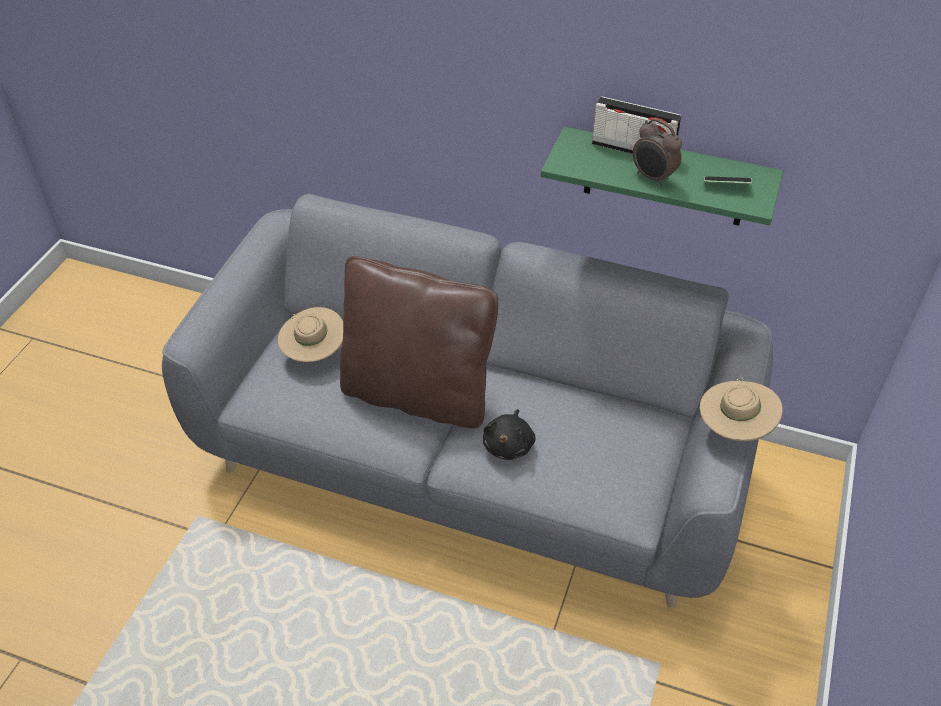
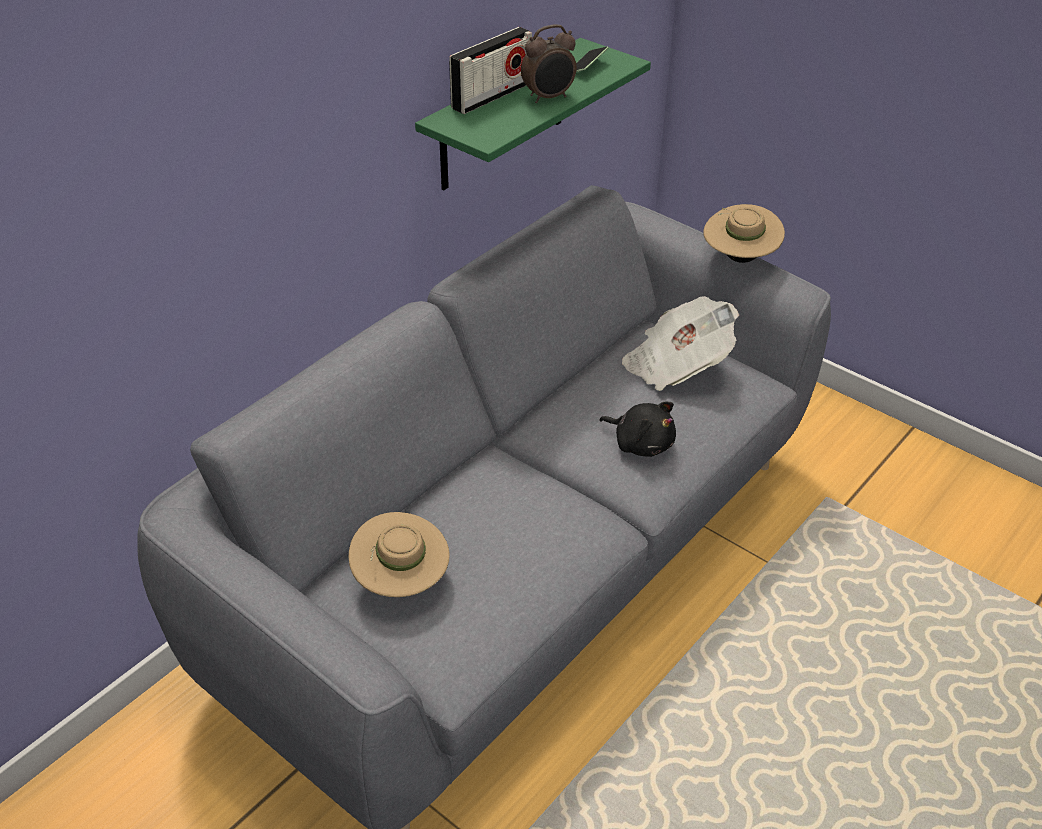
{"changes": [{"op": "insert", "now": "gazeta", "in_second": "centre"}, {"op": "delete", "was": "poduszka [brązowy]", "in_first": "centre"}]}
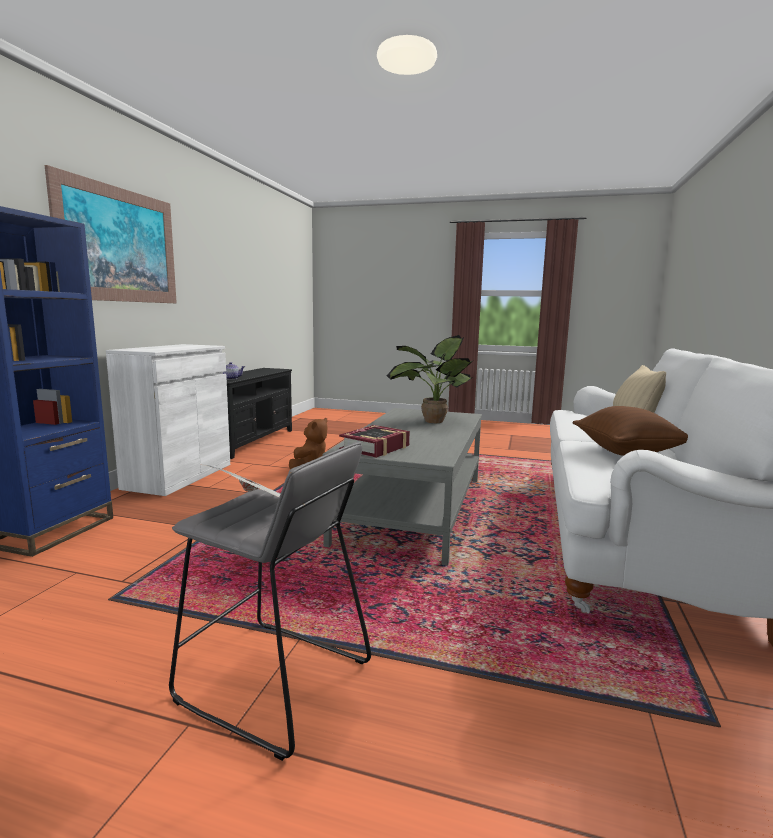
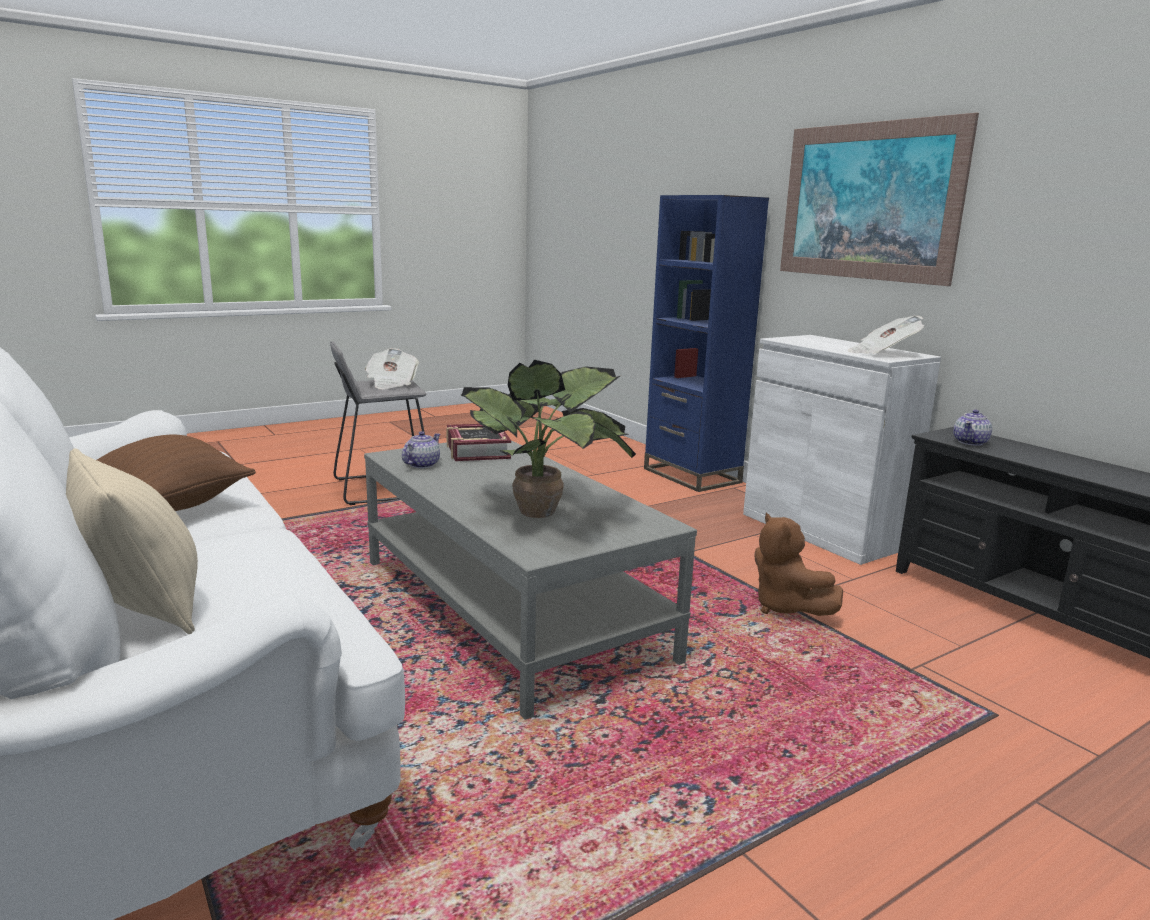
{"changes": [{"op": "insert", "now": "imbryk (1st from left)", "in_second": "centre"}, {"op": "insert", "now": "gazeta (2nd from left)", "in_second": "middle right"}]}
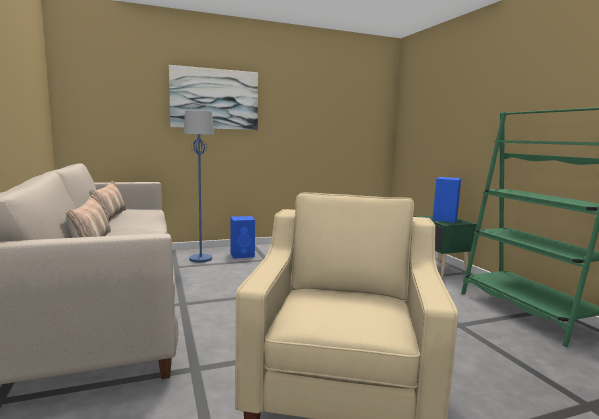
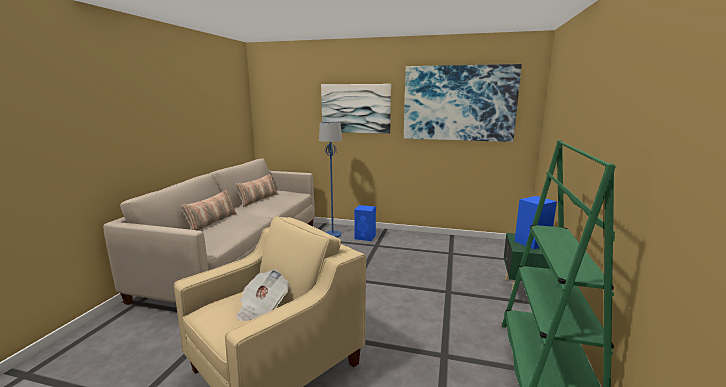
{"changes": [{"op": "insert", "now": "gazeta", "in_second": "bottom centre"}, {"op": "insert", "now": "obraz (2nd from left)", "in_second": "top centre"}]}
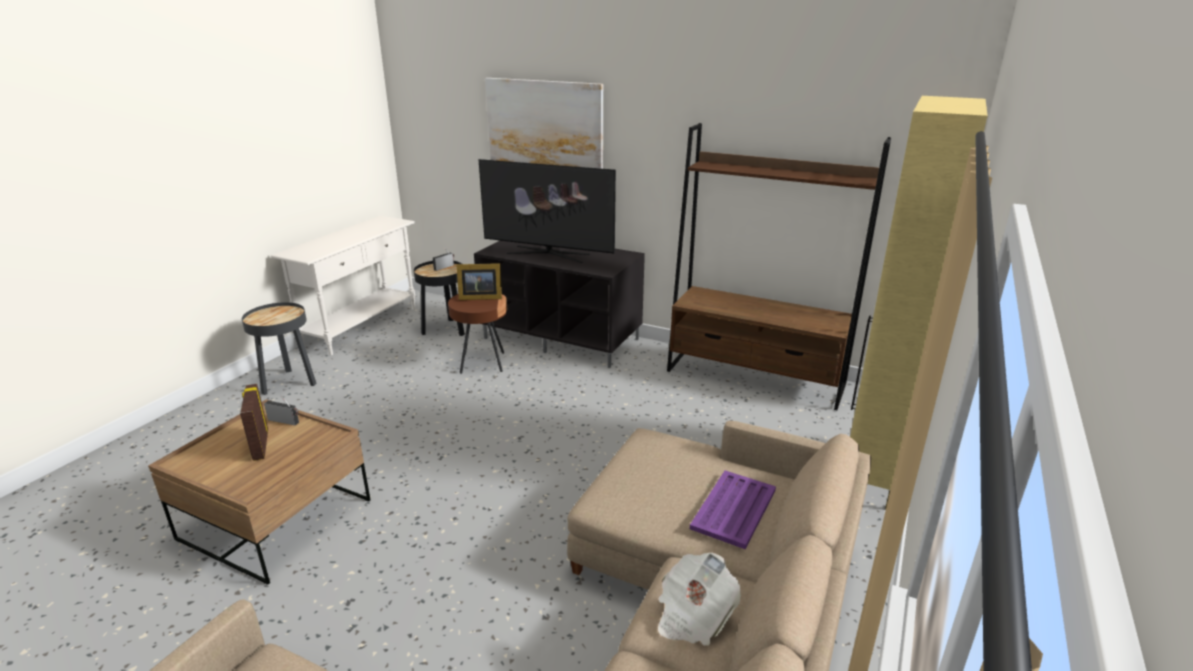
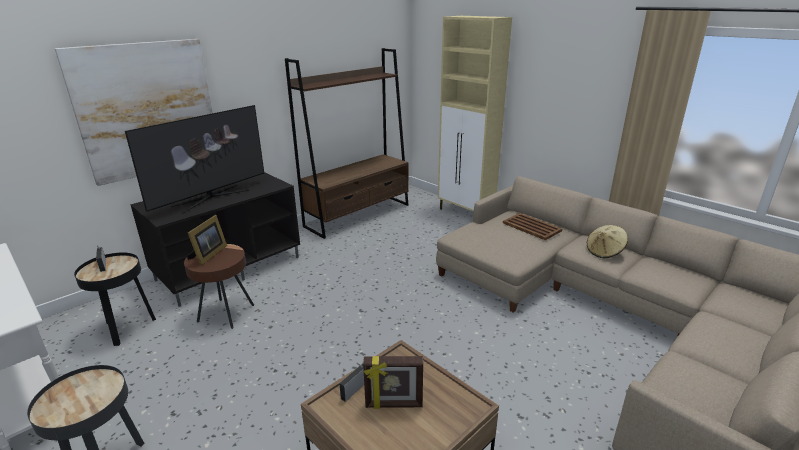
{"changes": [{"op": "recolor", "was": "taca [fioletowy]", "now": "taca [brązowy]", "in_first": "bottom centre", "in_second": "centre"}, {"op": "replace", "was": "gazeta", "now": "kapelusz [beżowy]", "in_first": "bottom centre", "in_second": "middle right"}]}
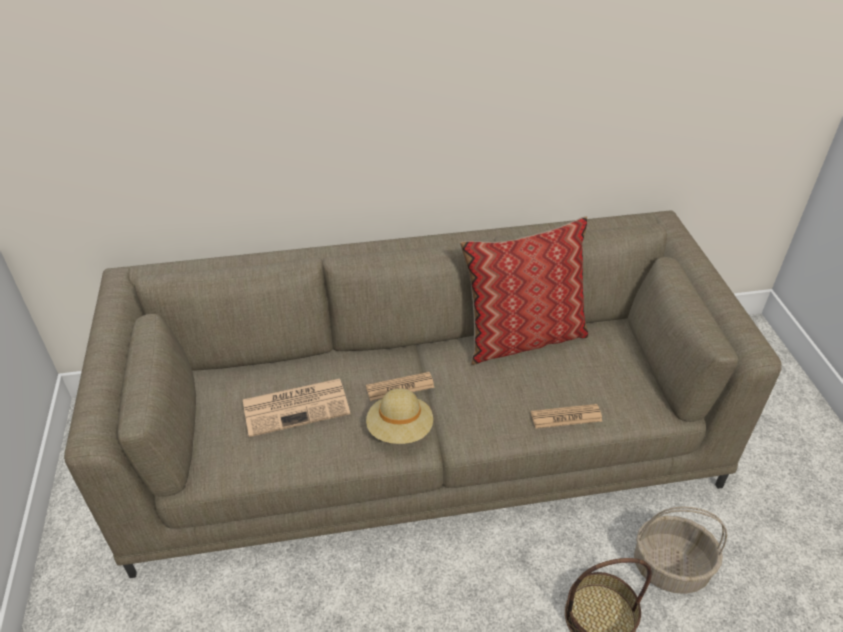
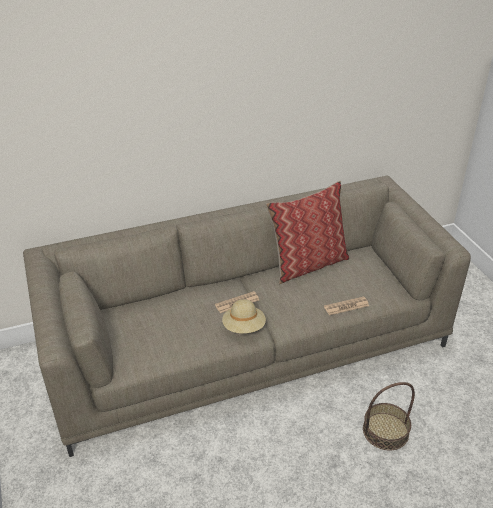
{"changes": [{"op": "delete", "was": "gazeta (1st from left)", "in_first": "centre"}, {"op": "delete", "was": "koszyk (2nd from left)", "in_first": "bottom right"}]}
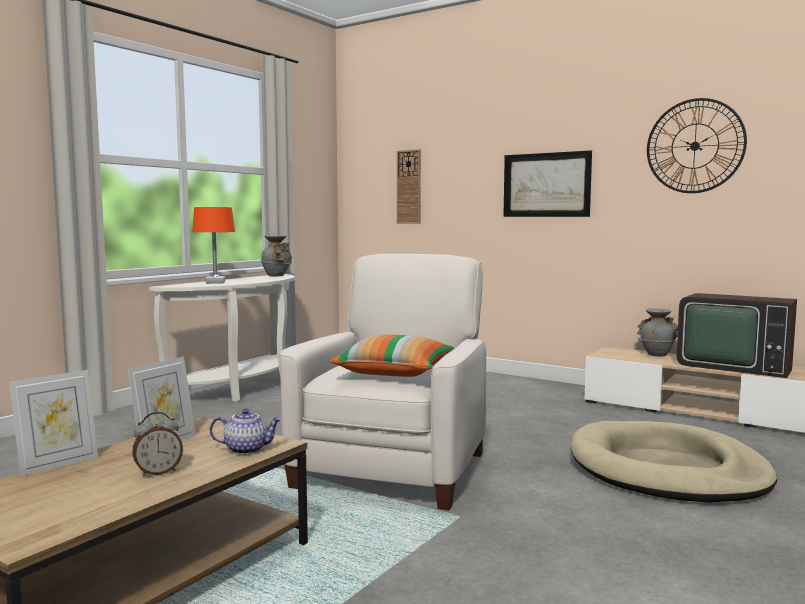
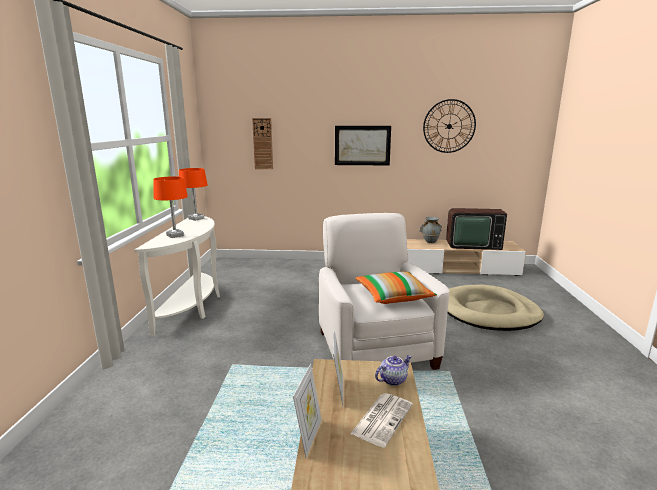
{"changes": [{"op": "replace", "was": "wazon [szary] (1st from left)", "now": "lampa stołowa [pomarańczowy] (2nd from left)", "in_first": "centre", "in_second": "middle left"}, {"op": "replace", "was": "budzik", "now": "gazeta", "in_first": "bottom left", "in_second": "bottom centre"}]}
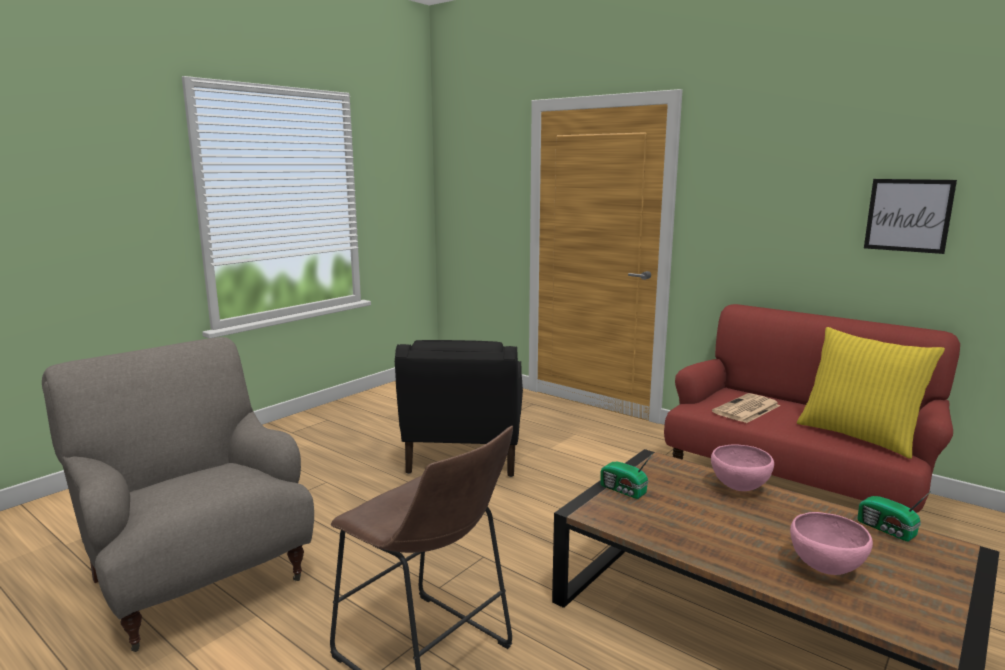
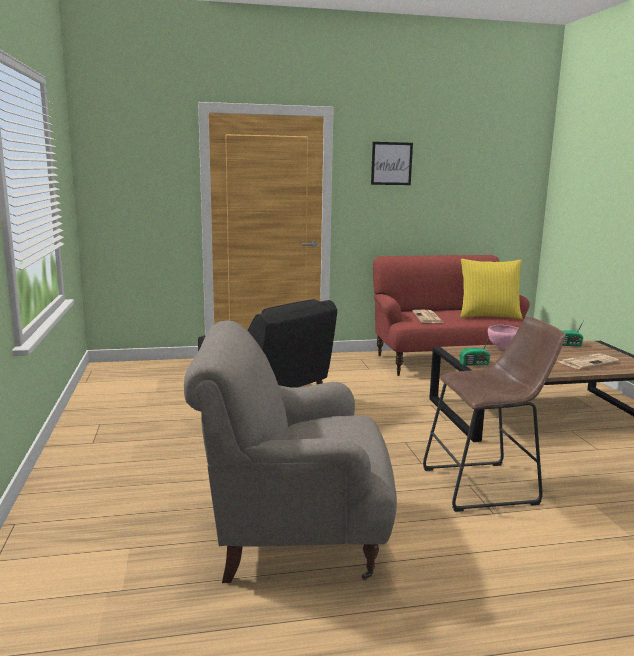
{"changes": [{"op": "move", "was": "obraz", "in_first": "top right", "in_second": "top centre"}, {"op": "replace", "was": "miska [różowy] (2nd from left)", "now": "gazeta (2nd from left)", "in_first": "bottom right", "in_second": "middle right"}]}
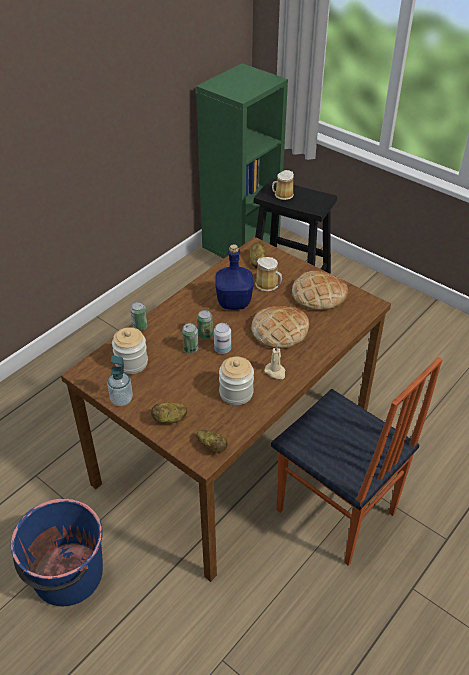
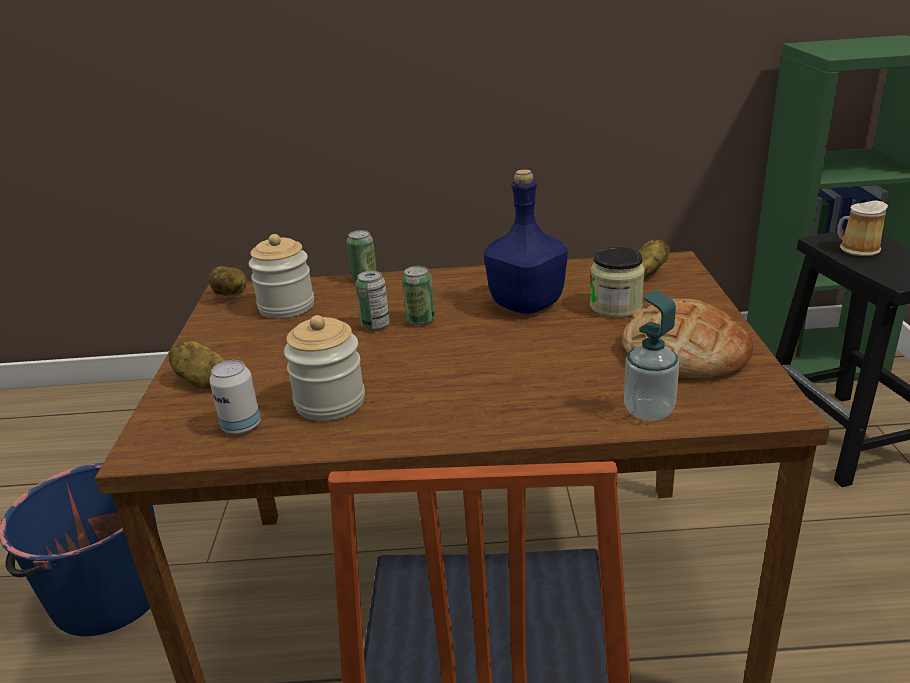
{"changes": [{"op": "move", "was": "ziemniak (2nd from left)", "in_first": "centre", "in_second": "middle left"}, {"op": "move", "was": "puszka (4th from left in the first image)", "now": "puszka (1st from left)", "in_first": "centre", "in_second": "middle left"}, {"op": "replace", "was": "kubek (1st from left)", "now": "słoik (3rd from left)", "in_first": "centre", "in_second": "middle right"}, {"op": "move", "was": "dozownik mydła", "in_first": "middle left", "in_second": "middle right"}, {"op": "delete", "was": "chleb (1st from left)", "in_first": "centre"}, {"op": "delete", "was": "świeca [beżowy]", "in_first": "centre"}]}
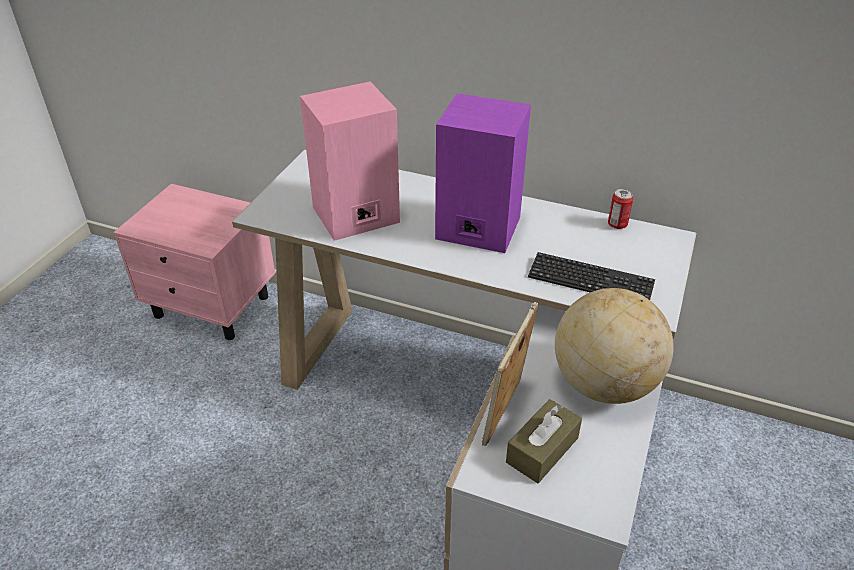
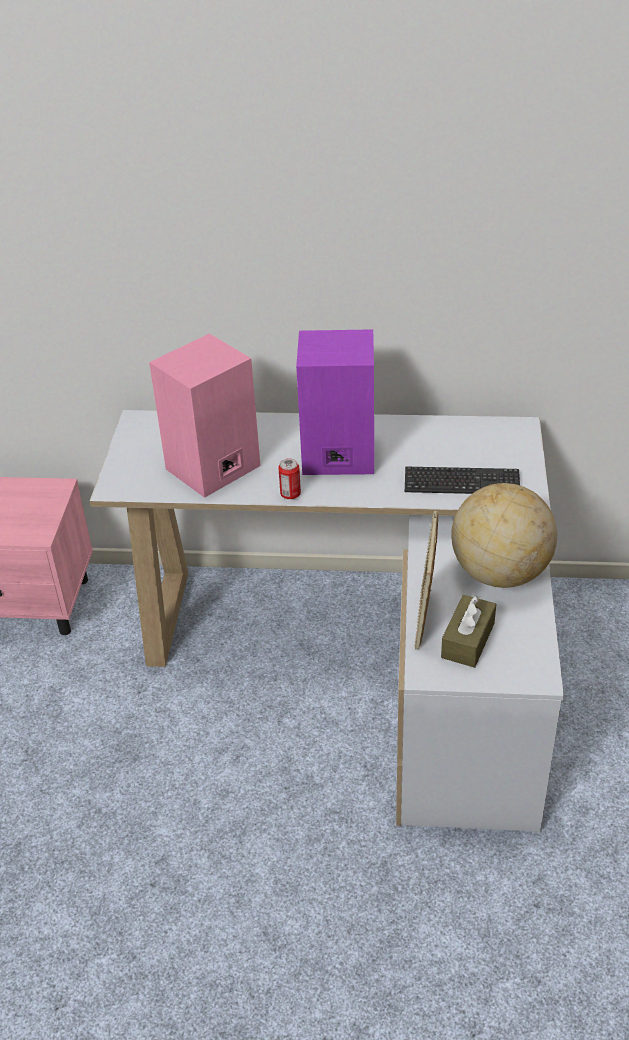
{"changes": [{"op": "move", "was": "puszka", "in_first": "middle right", "in_second": "centre"}]}
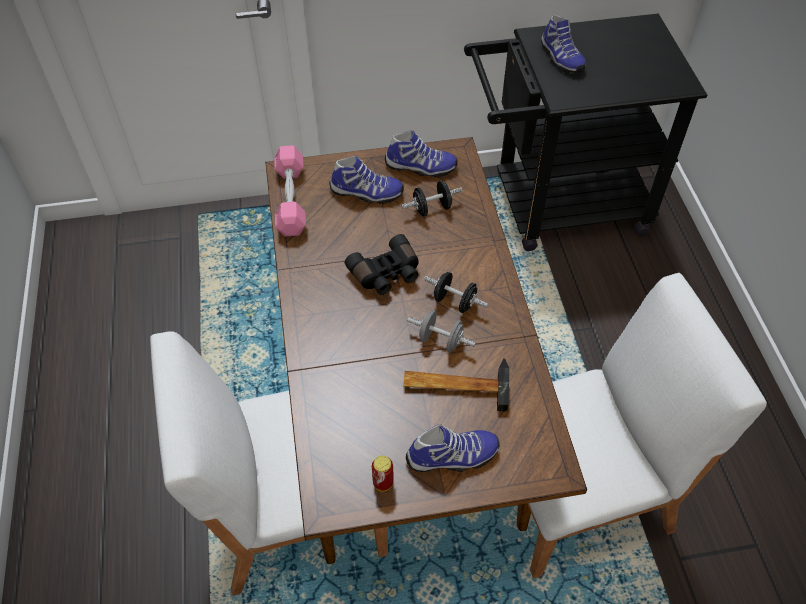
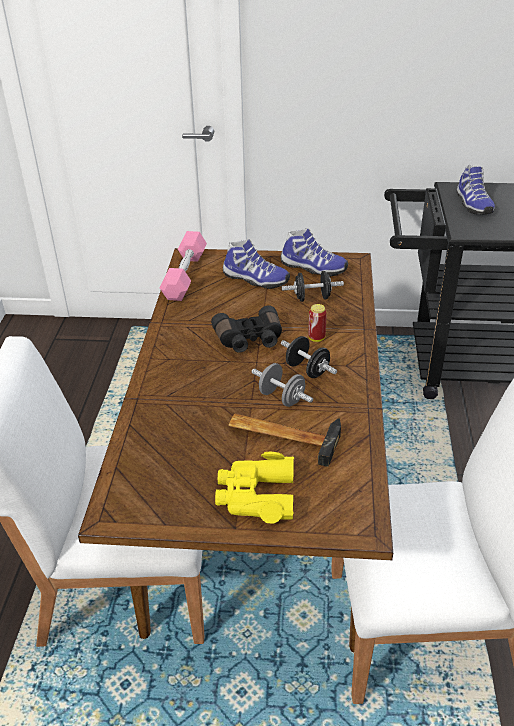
{"changes": [{"op": "replace", "was": "but (3rd from left)", "now": "lornetka [żółty]", "in_first": "bottom centre", "in_second": "bottom centre"}, {"op": "move", "was": "puszka", "in_first": "bottom centre", "in_second": "centre"}]}
